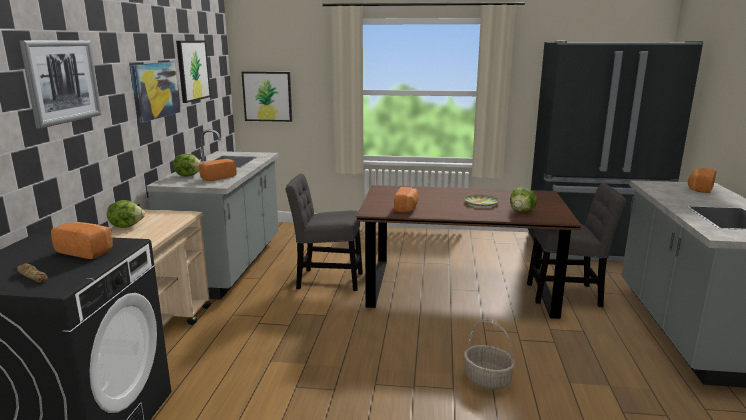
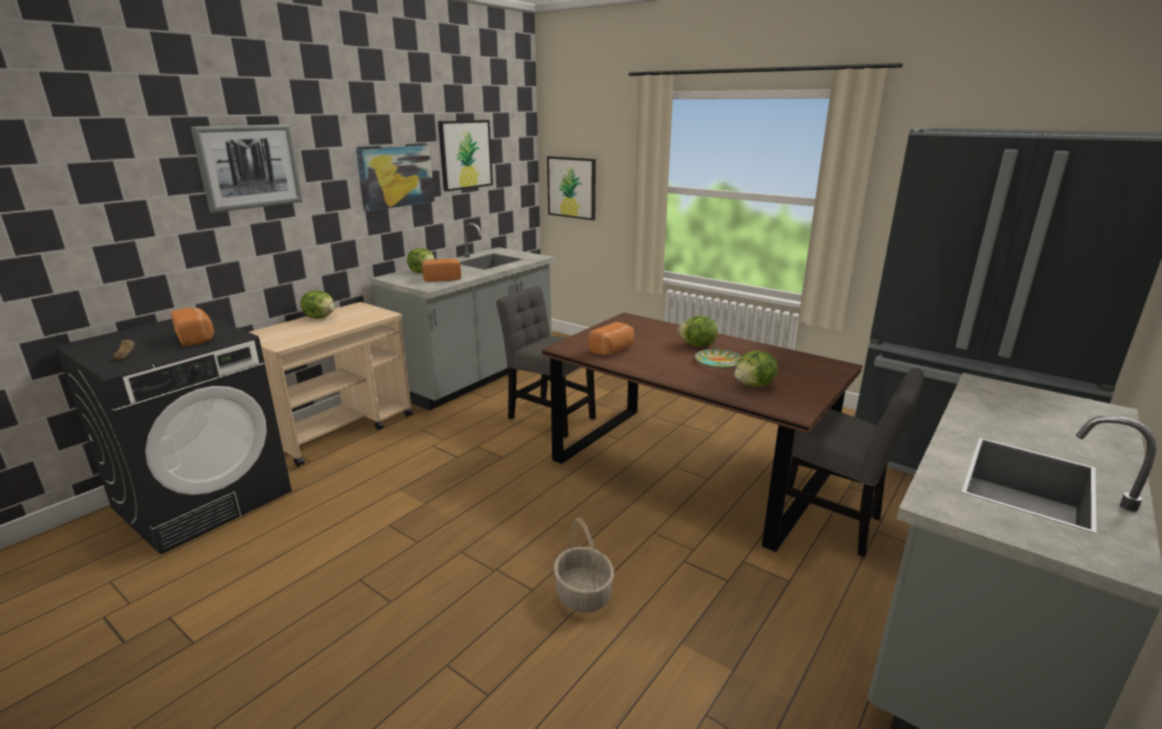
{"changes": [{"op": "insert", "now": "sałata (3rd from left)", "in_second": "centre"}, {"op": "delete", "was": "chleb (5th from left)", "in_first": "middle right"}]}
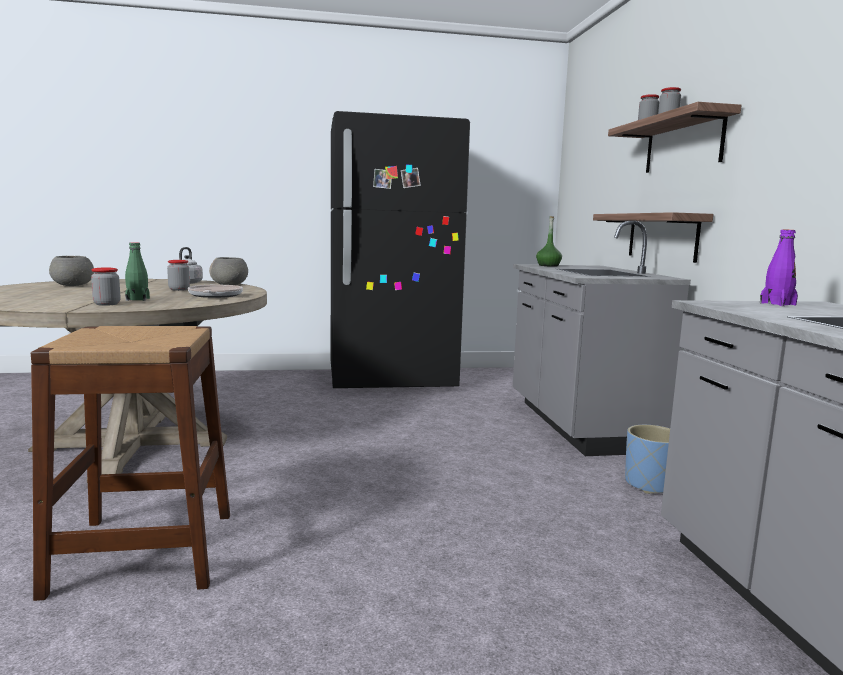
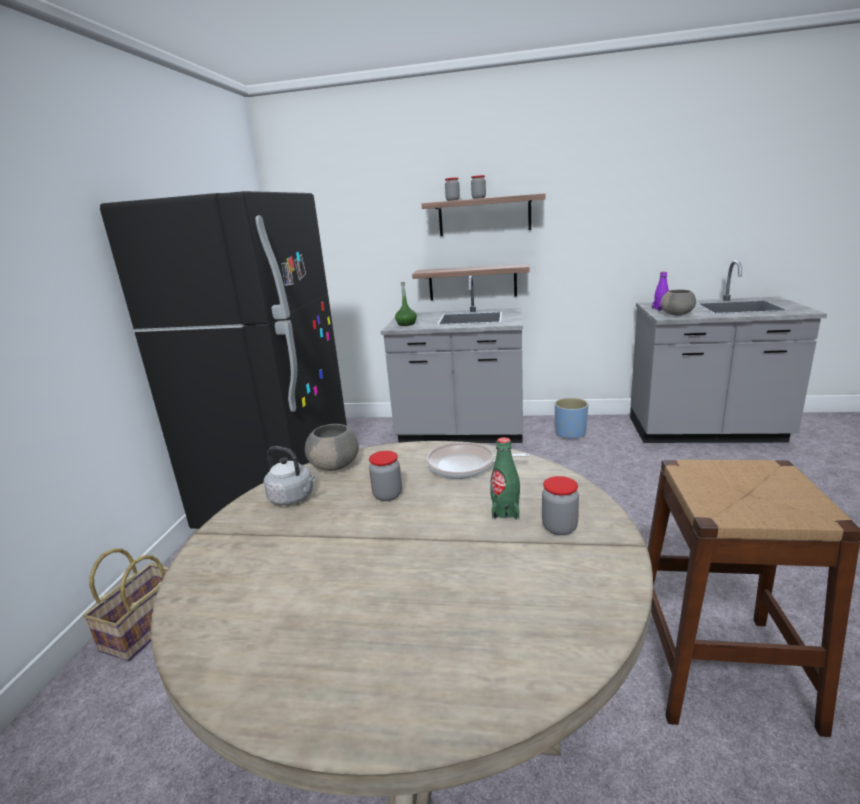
{"changes": [{"op": "insert", "now": "koszyk", "in_second": "bottom left"}, {"op": "move", "was": "miska [szary] (1st from left in the first image)", "now": "miska [szary] (2nd from left)", "in_first": "middle left", "in_second": "middle right"}]}
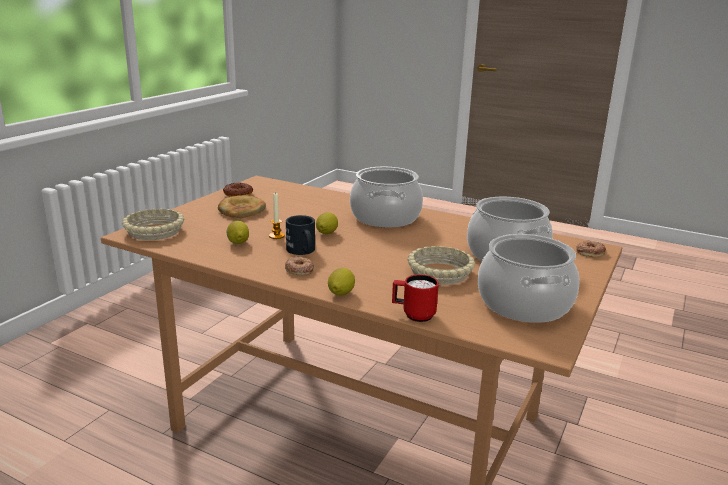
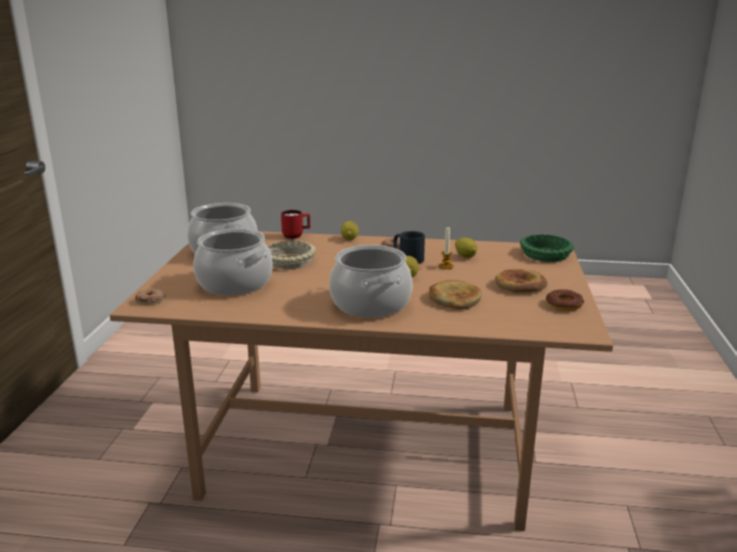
{"changes": [{"op": "insert", "now": "chleb (1st from left)", "in_second": "centre"}, {"op": "recolor", "was": "miska [beżowy] (1st from left)", "now": "miska [zielony]", "in_first": "middle left", "in_second": "middle right"}]}
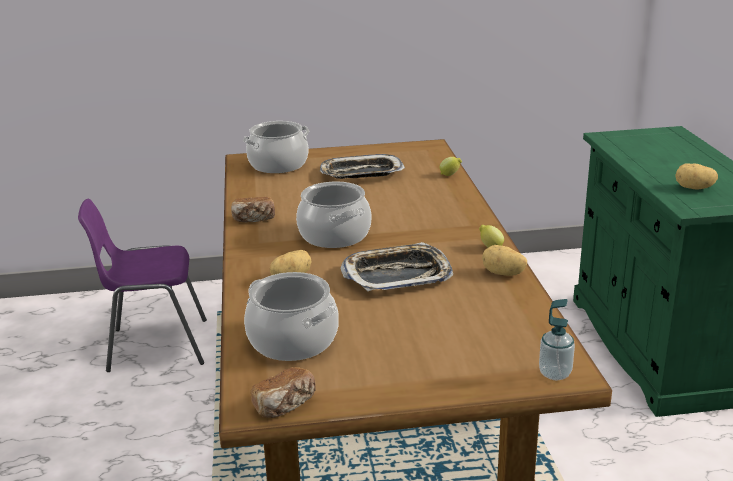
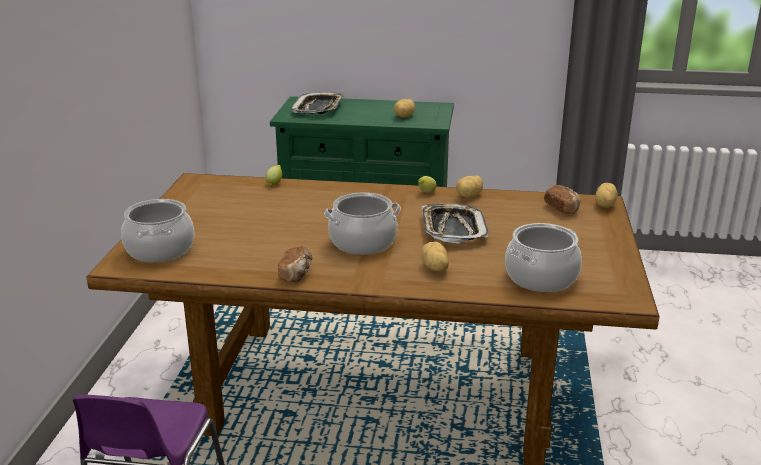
{"changes": [{"op": "move", "was": "taca (1st from left)", "in_first": "centre", "in_second": "top centre"}, {"op": "move", "was": "chleb (2nd from left)", "in_first": "bottom centre", "in_second": "middle right"}, {"op": "replace", "was": "dozownik mydła", "now": "ziemniak (4th from left)", "in_first": "bottom right", "in_second": "middle right"}]}
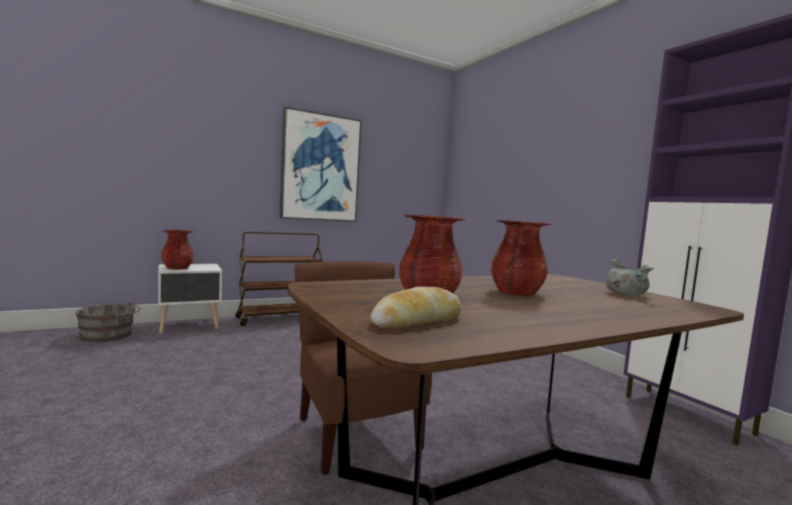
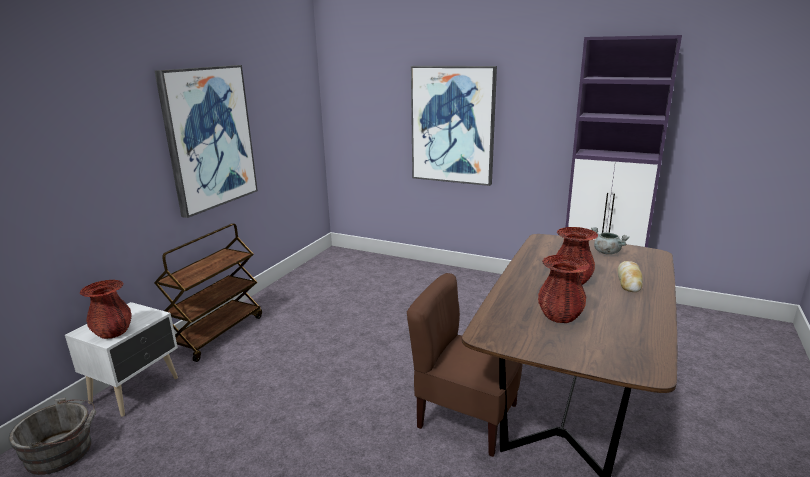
{"changes": [{"op": "insert", "now": "obraz (2nd from left)", "in_second": "top centre"}, {"op": "move", "was": "chleb", "in_first": "centre", "in_second": "middle right"}]}
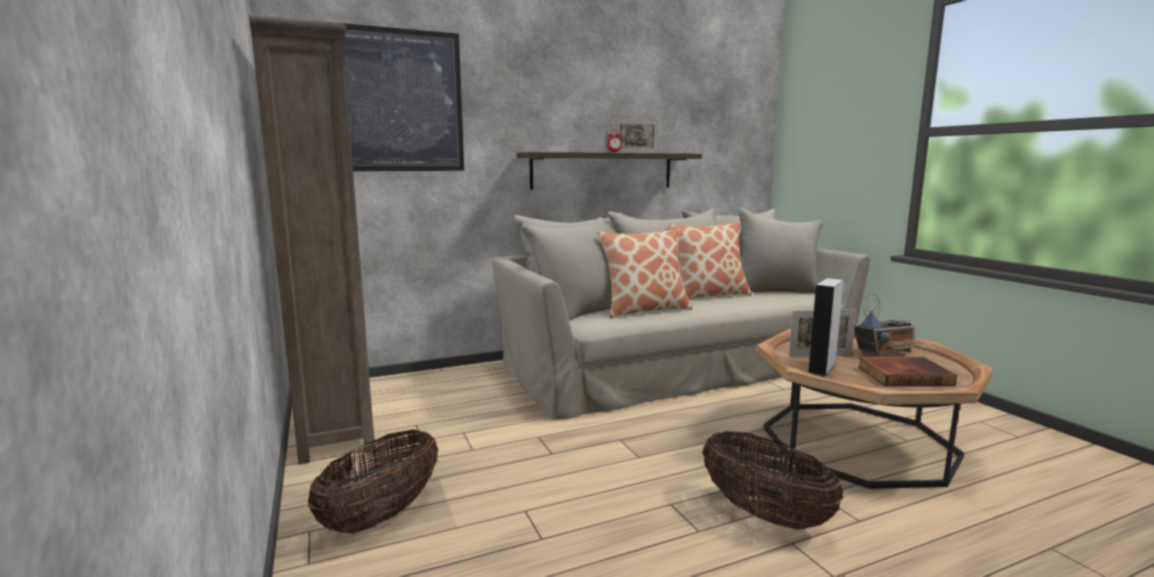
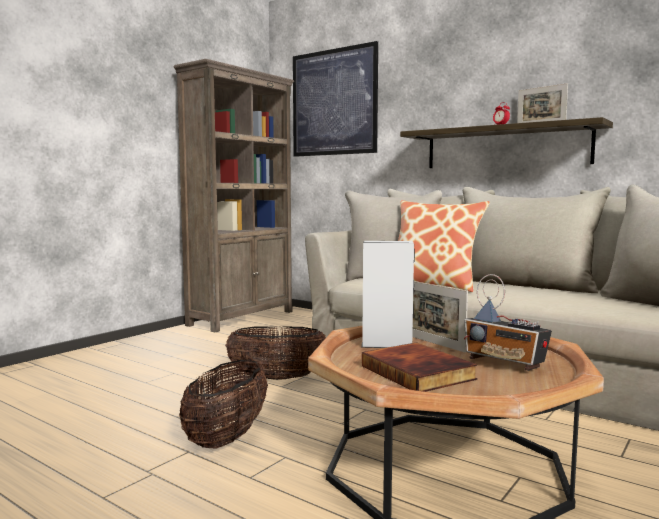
{"changes": [{"op": "move", "was": "koszyk (1st from left in the first image)", "now": "koszyk (2nd from left)", "in_first": "bottom left", "in_second": "bottom centre"}, {"op": "delete", "was": "poduszka (2nd from left)", "in_first": "centre"}]}
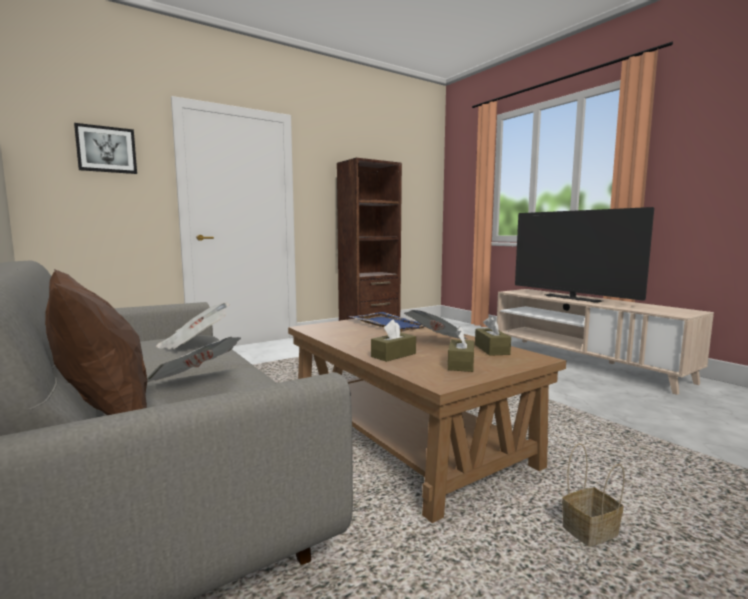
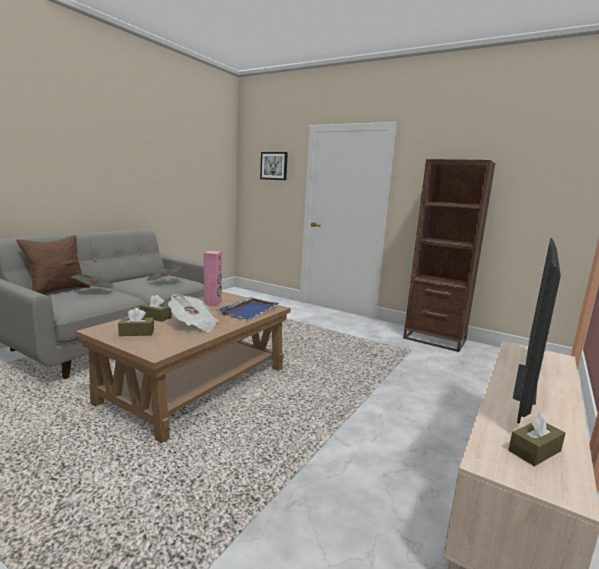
{"changes": [{"op": "insert", "now": "głośnik [różowy]", "in_second": "centre"}, {"op": "move", "was": "pudełko chusteczek [brązowy] (3rd from left)", "in_first": "centre", "in_second": "bottom right"}, {"op": "delete", "was": "koszyk", "in_first": "bottom right"}]}
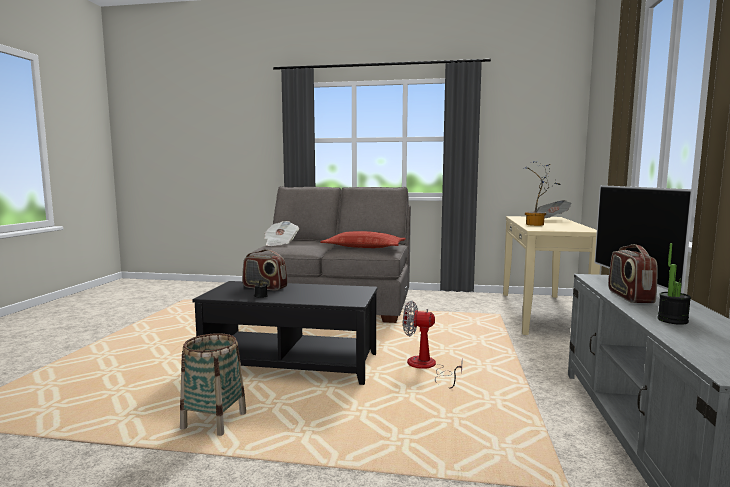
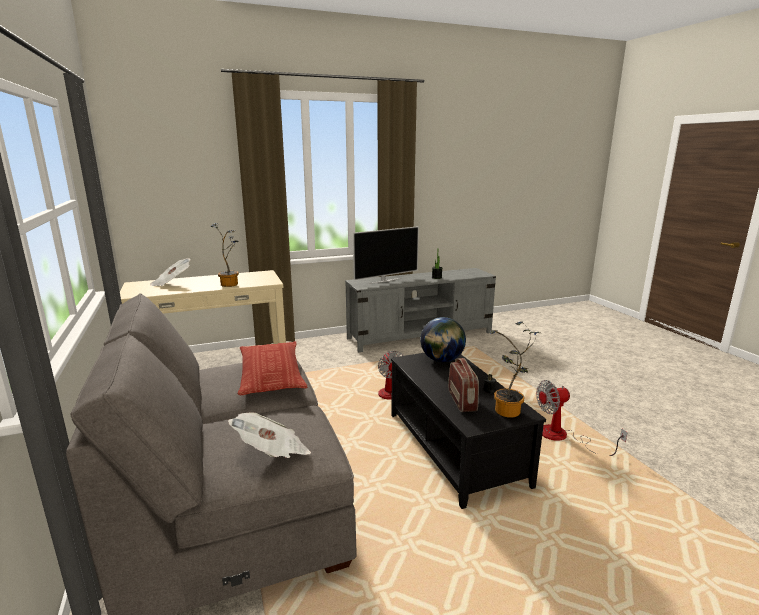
{"changes": [{"op": "insert", "now": "globus", "in_second": "centre"}, {"op": "insert", "now": "roślina doniczkowa (3rd from left)", "in_second": "middle right"}, {"op": "replace", "was": "koszyk", "now": "wentylator (2nd from left)", "in_first": "bottom left", "in_second": "bottom right"}, {"op": "delete", "was": "radio (2nd from left)", "in_first": "middle right"}]}
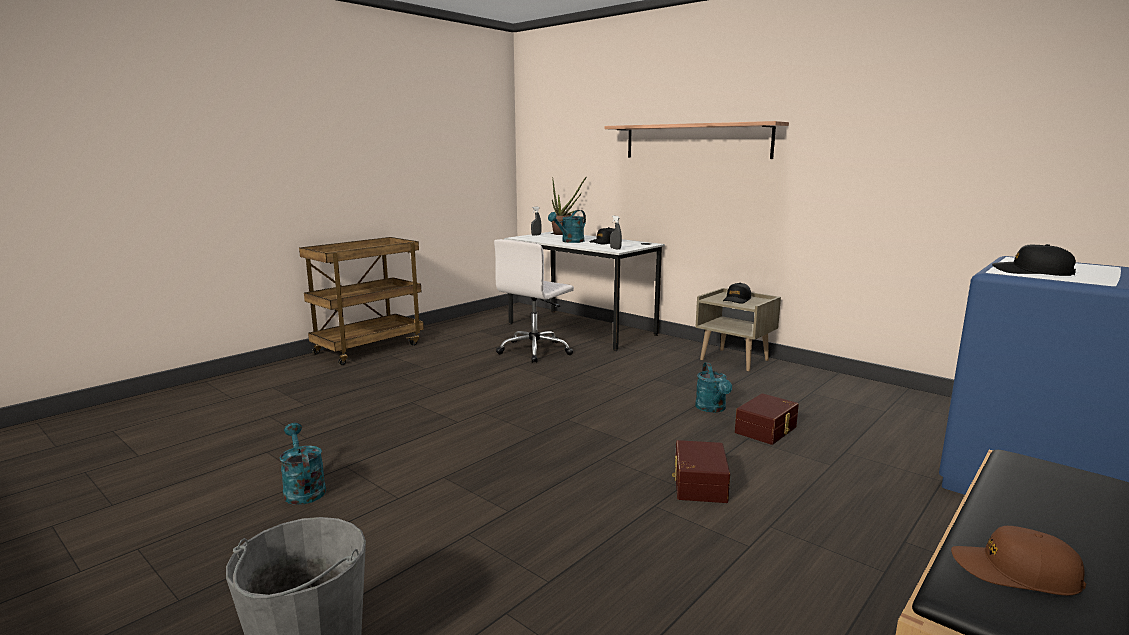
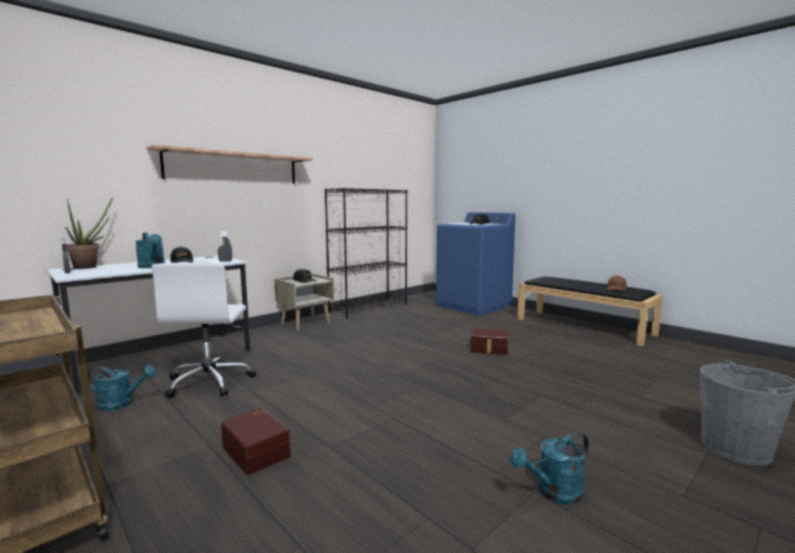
{"changes": [{"op": "move", "was": "konewka [turkusowy] (3rd from left in the first image)", "now": "konewka [turkusowy] (1st from left)", "in_first": "centre", "in_second": "bottom left"}, {"op": "rotate", "was": "krzesło biurowe [biały]", "in_first": "centre", "in_second": "middle left", "clockwise": 45}, {"op": "move", "was": "pojemnik do przechowywania [brązowy] (2nd from left in the first image)", "now": "pojemnik do przechowywania [brązowy] (1st from left)", "in_first": "middle right", "in_second": "bottom left"}, {"op": "insert", "now": "regał [czarny]", "in_second": "centre"}]}
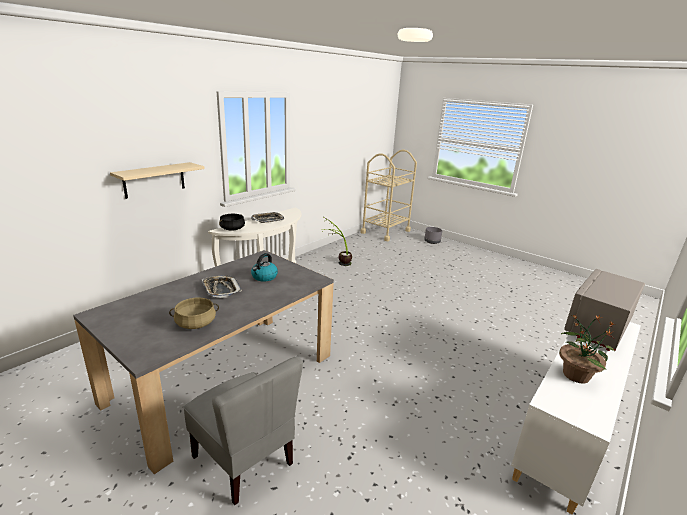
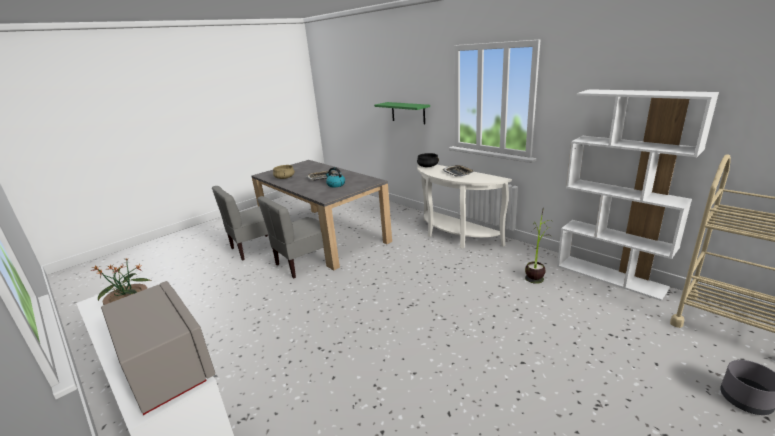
{"changes": [{"op": "insert", "now": "krzesło [szary] (2nd from left)", "in_second": "centre"}, {"op": "recolor", "was": "półka [beżowy]", "now": "półka [zielony]", "in_first": "middle left", "in_second": "top centre"}, {"op": "insert", "now": "regał [biały]", "in_second": "middle right"}]}
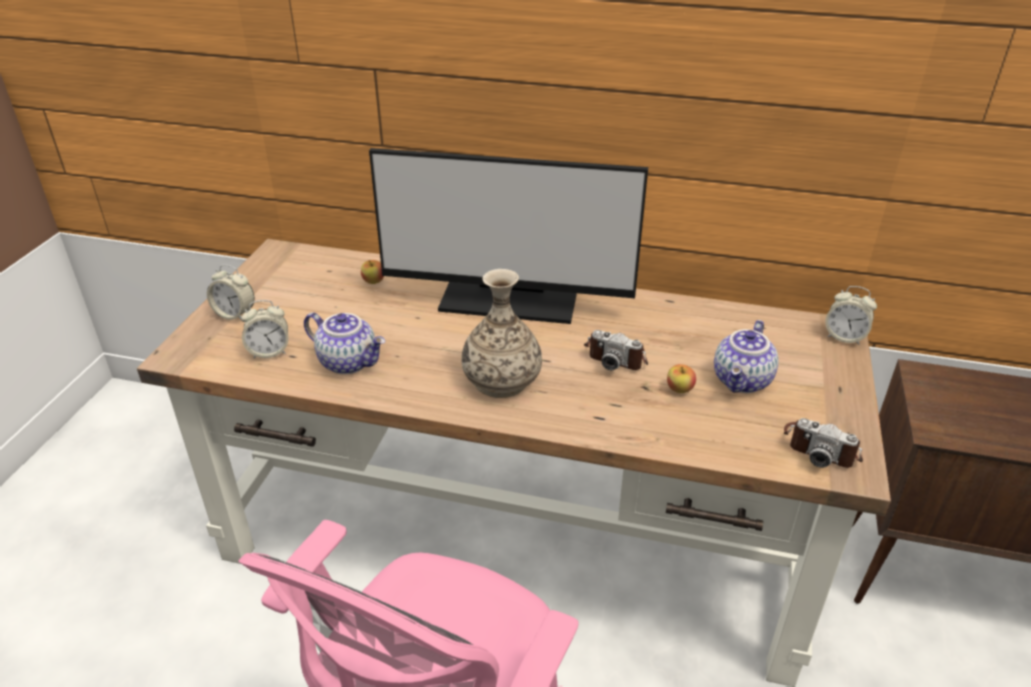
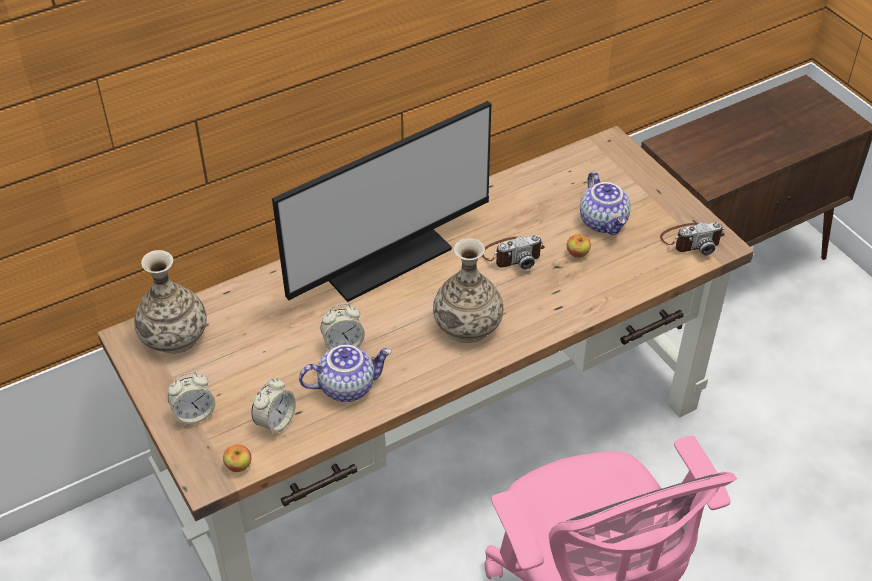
{"changes": [{"op": "insert", "now": "wazon (1st from left)", "in_second": "middle left"}, {"op": "move", "was": "jabłko (1st from left)", "in_first": "centre", "in_second": "bottom left"}, {"op": "move", "was": "budzik (3rd from left)", "in_first": "middle right", "in_second": "centre"}]}
